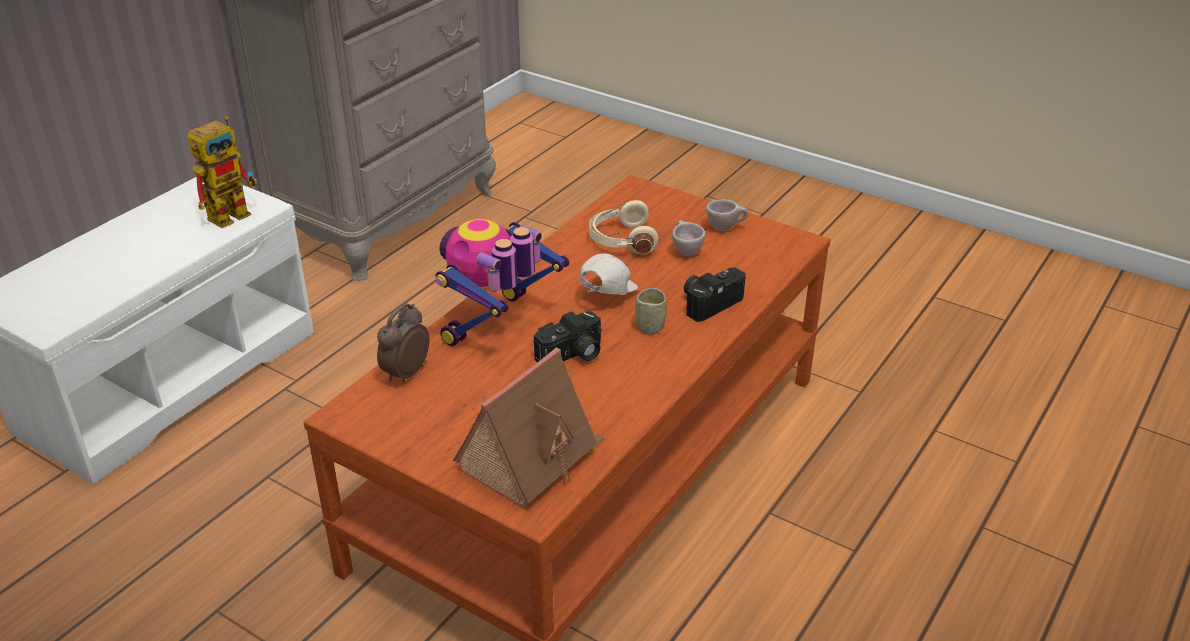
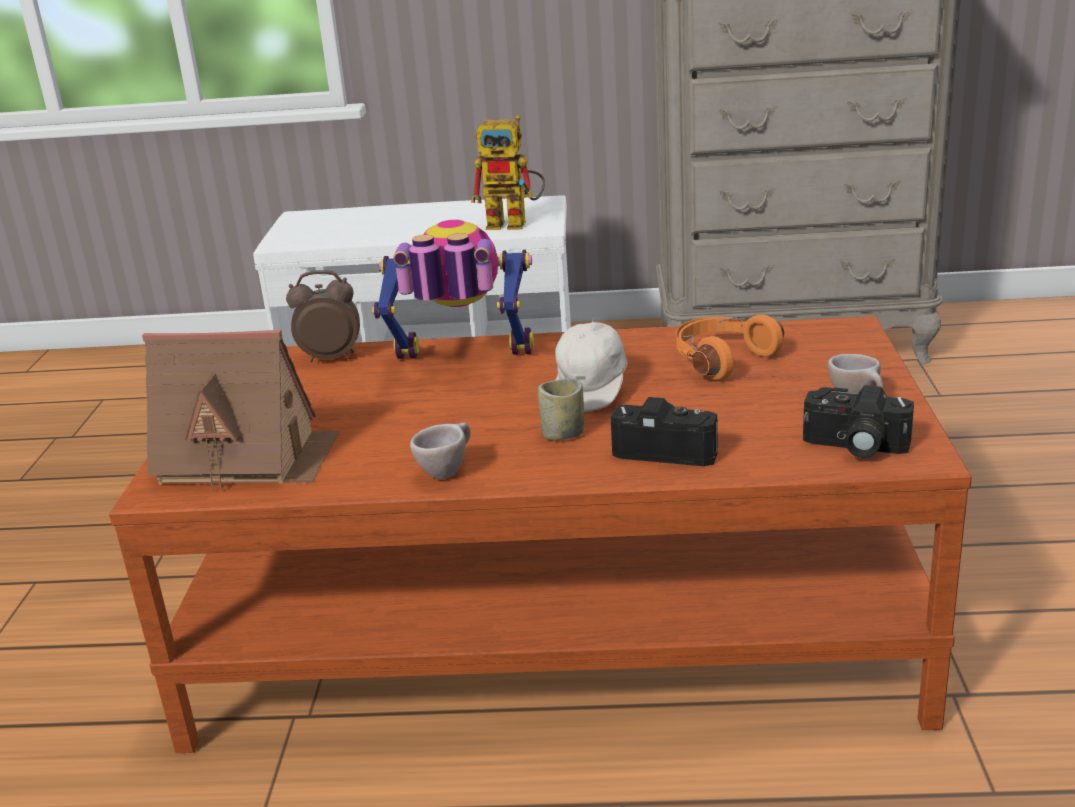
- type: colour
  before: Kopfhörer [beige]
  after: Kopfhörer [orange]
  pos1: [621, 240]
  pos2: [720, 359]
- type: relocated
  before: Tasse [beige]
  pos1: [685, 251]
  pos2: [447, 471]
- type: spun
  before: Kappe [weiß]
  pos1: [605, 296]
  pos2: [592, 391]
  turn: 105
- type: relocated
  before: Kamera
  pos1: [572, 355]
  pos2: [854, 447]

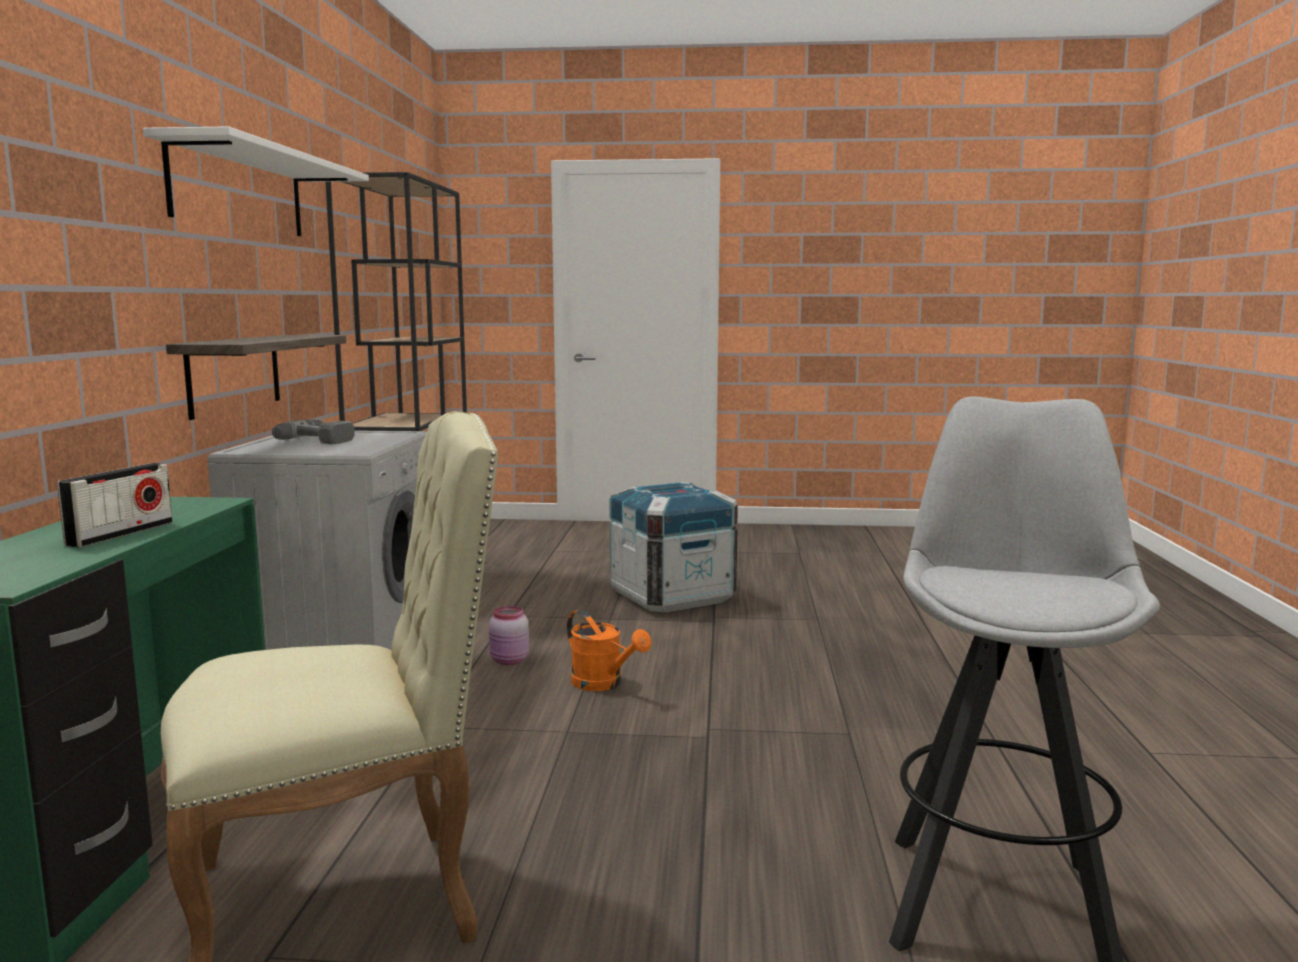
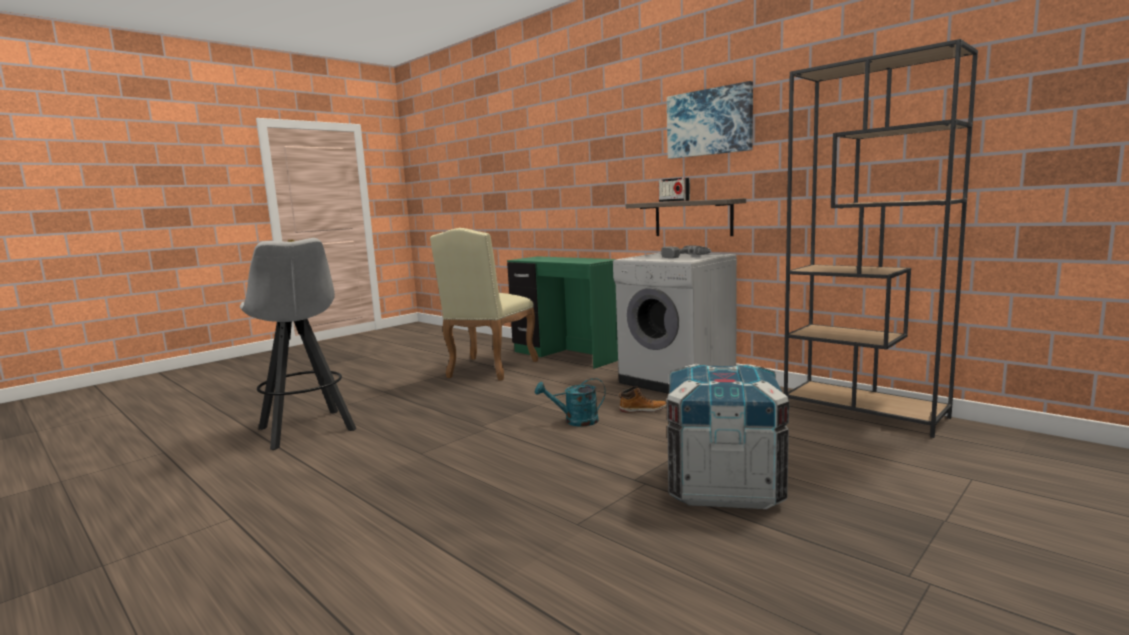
- type: exchanged
  before: Wandregal [weiß]
  after: Bild
  pos1: [239, 191]
  pos2: [709, 122]
- type: relocated
  before: Radio
  pos1: [121, 534]
  pos2: [674, 201]
- type: exchanged
  before: Vorratsglas [rosa]
  after: Stiefel
  pos1: [509, 661]
  pos2: [643, 410]
- type: colour
  before: Gießkanne [orange]
  after: Gießkanne [türkis]
  pos1: [603, 684]
  pos2: [575, 421]

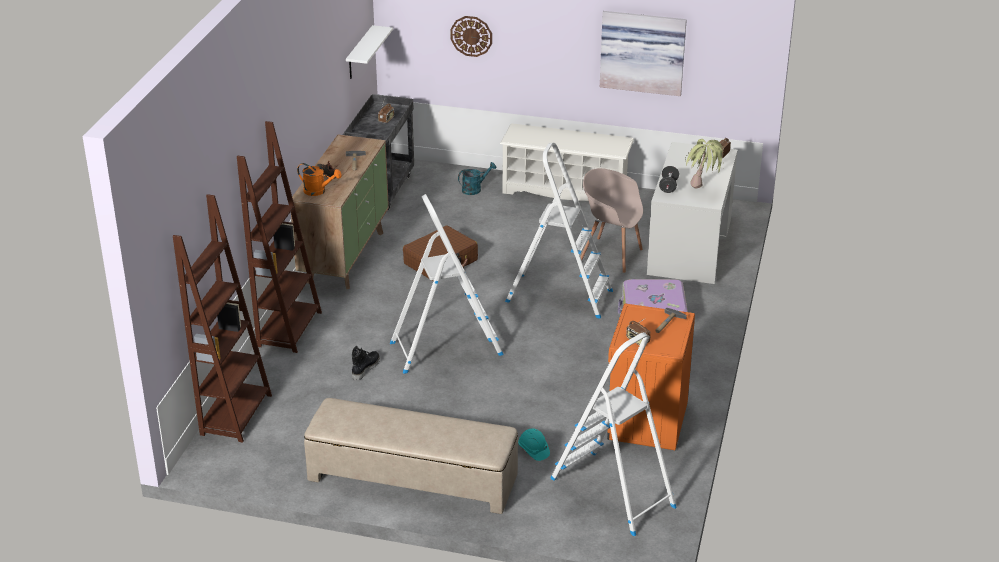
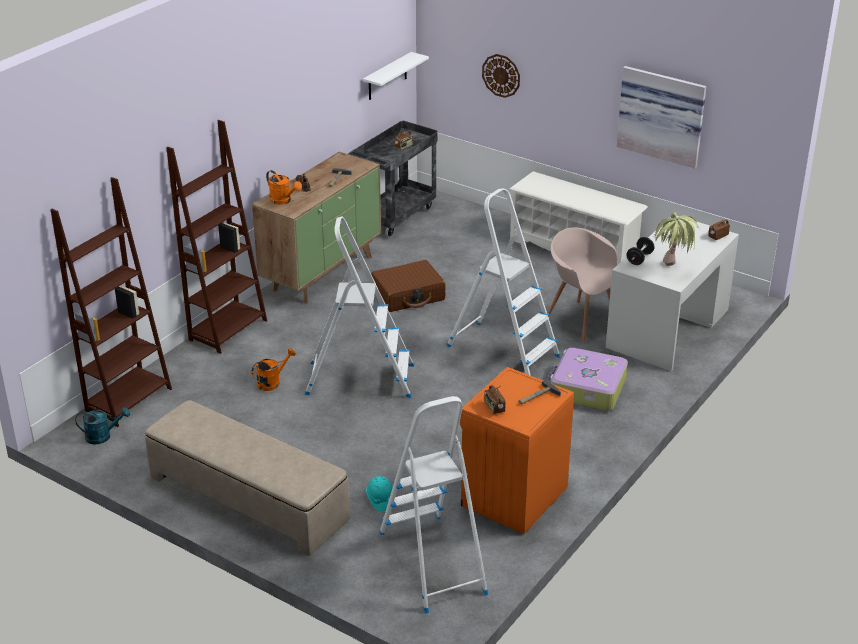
- type: relocated
  before: Gießkanne [türkis]
  pos1: [475, 189]
  pos2: [103, 436]
- type: exchanged
  before: Stiefel [schwarz]
  after: Gießkanne [orange]
  pos1: [365, 368]
  pos2: [272, 382]

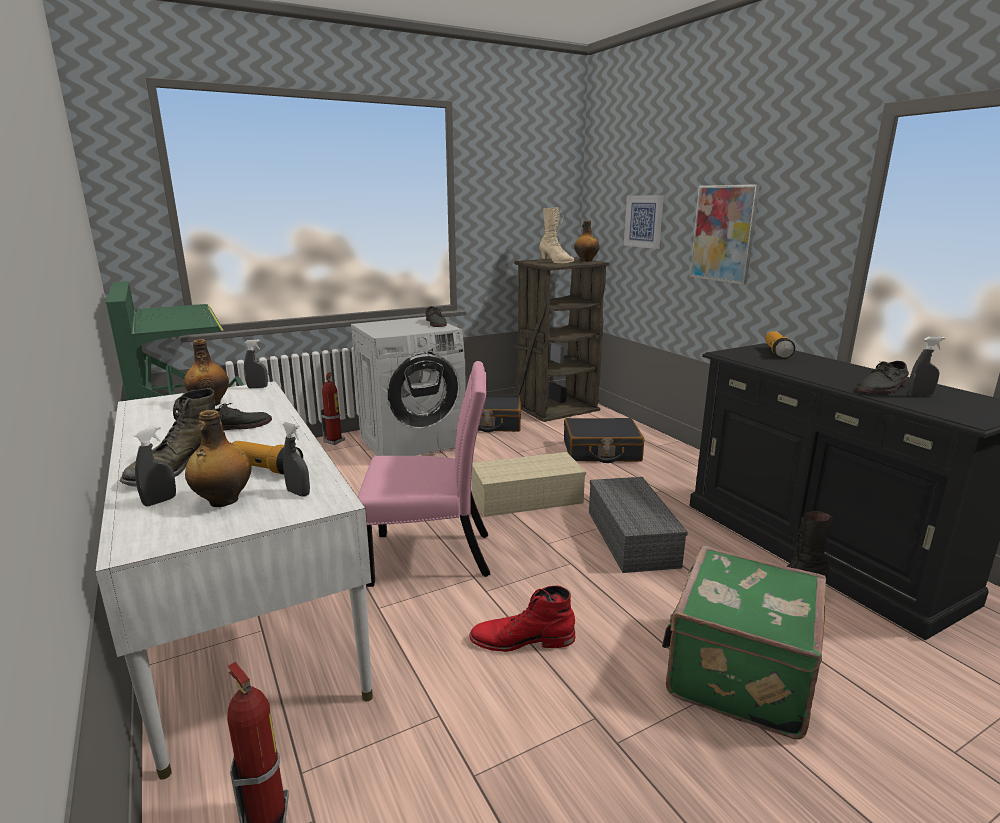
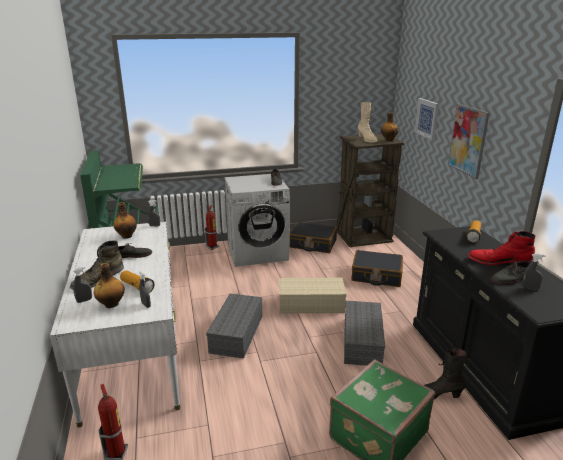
- type: exchanged
  before: Stuhl [rosa]
  after: Aufbewahrungsbox [grau]
  pos1: [428, 556]
  pos2: [237, 334]
- type: relocated
  before: Stiefel [rot]
  pos1: [522, 640]
  pos2: [499, 262]

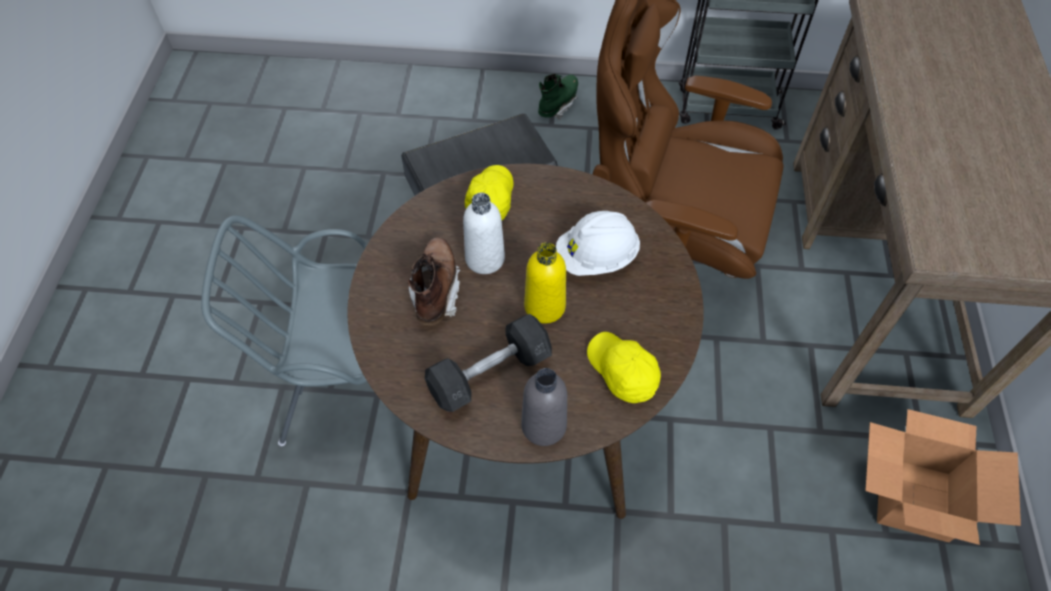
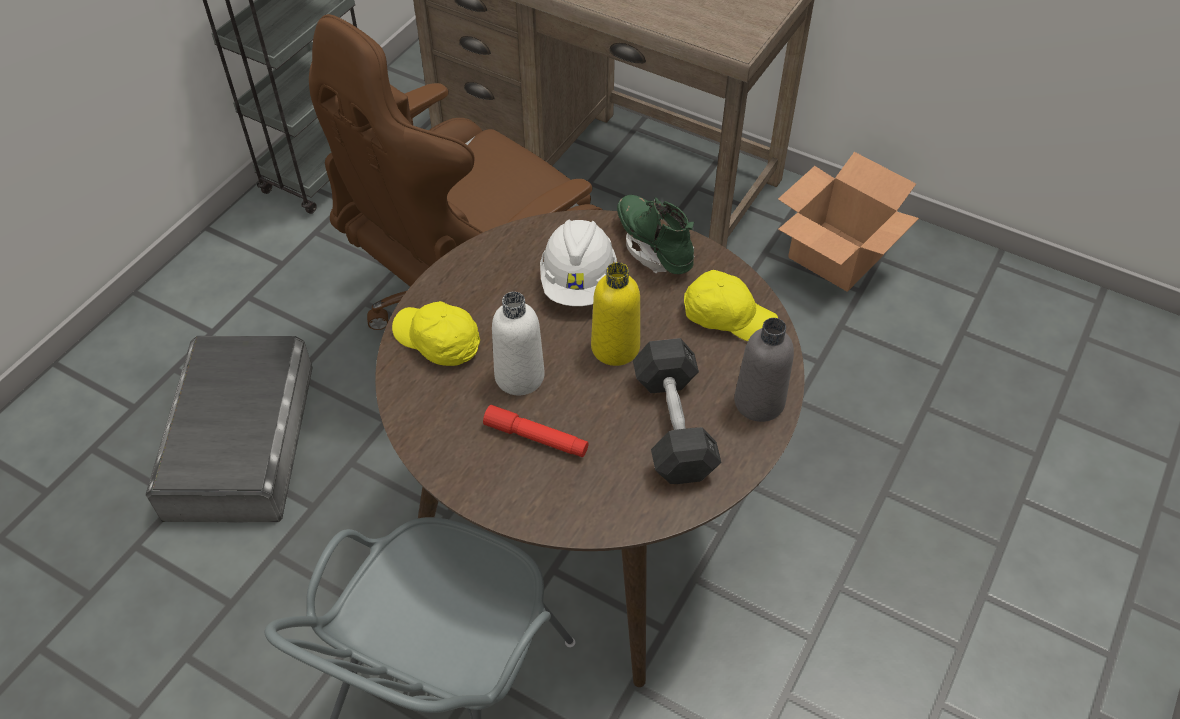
- type: relocated
  before: Stiefel [grün]
  pos1: [558, 104]
  pos2: [654, 248]
- type: exchanged
  before: Stiefel [braun]
  after: Taschenlampe [rot]
  pos1: [435, 291]
  pos2: [536, 438]
- type: spun
  before: Kappe [gelb]
  pos1: [622, 372]
  pos2: [727, 316]
  turn: -150

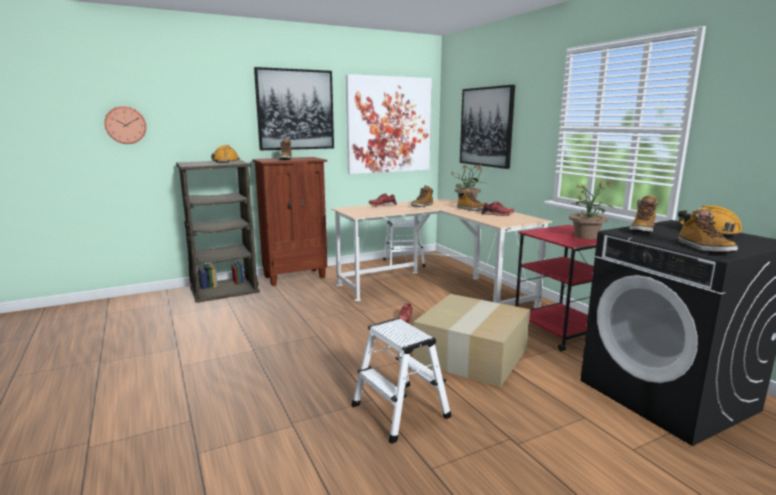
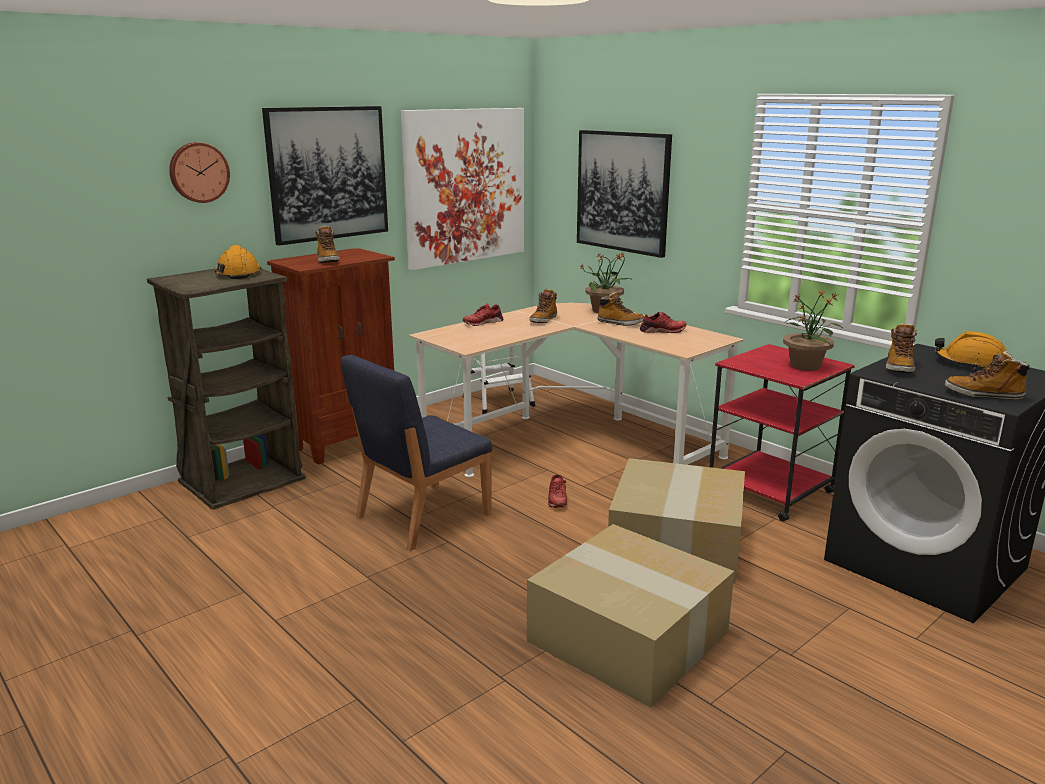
- type: relocated
  before: Wanduhr
  pos1: [125, 125]
  pos2: [198, 172]
- type: spun
  before: Stiefel
  pos1: [704, 249]
  pos2: [983, 395]
  turn: 135
- type: exchanged
  before: Trittleiter [weiß]
  after: Karton
  pos1: [400, 411]
  pos2: [631, 636]
- type: appeared
  after: Stuhl [blau]
  pos2: [421, 516]

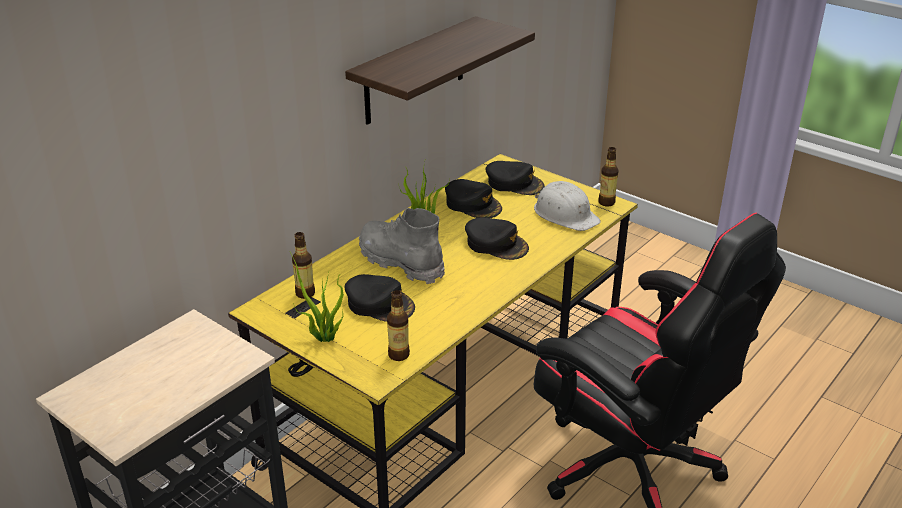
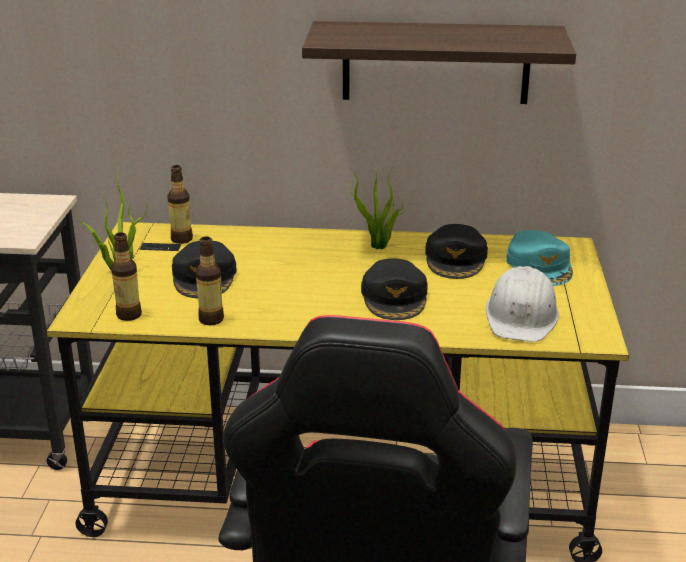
- type: relocated
  before: Flasche
  pos1: [606, 202]
  pos2: [211, 319]
- type: colour
  before: Kappe [schwarz]
  after: Kappe [türkis]
  pos1: [514, 183]
  pos2: [540, 266]
- type: missing
  before: Stiefel [grau]
  pos1: [401, 262]

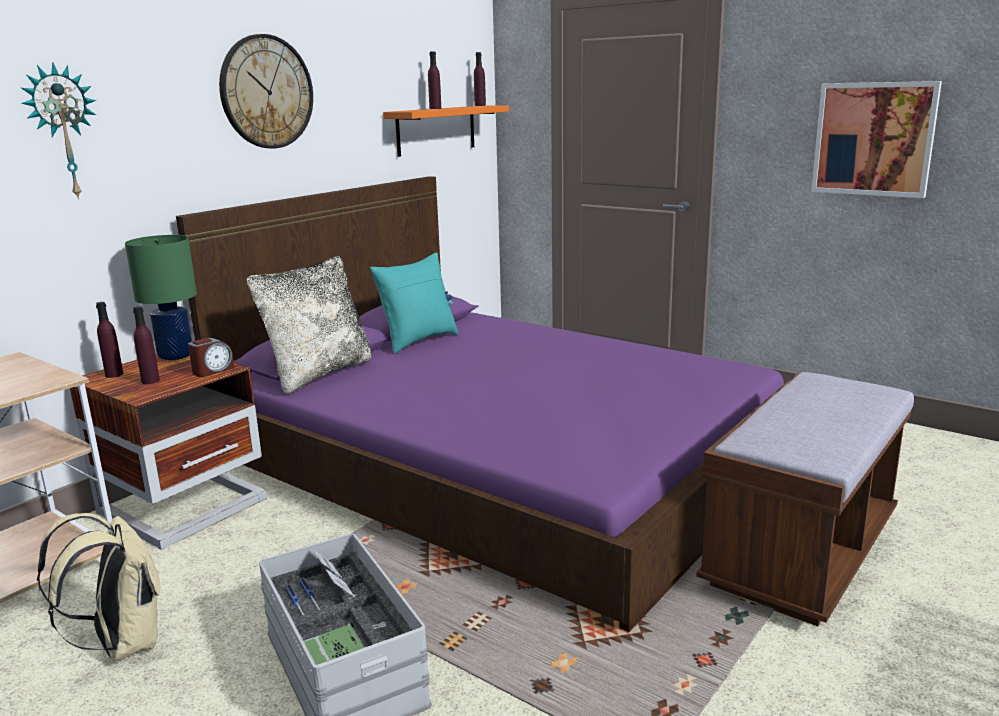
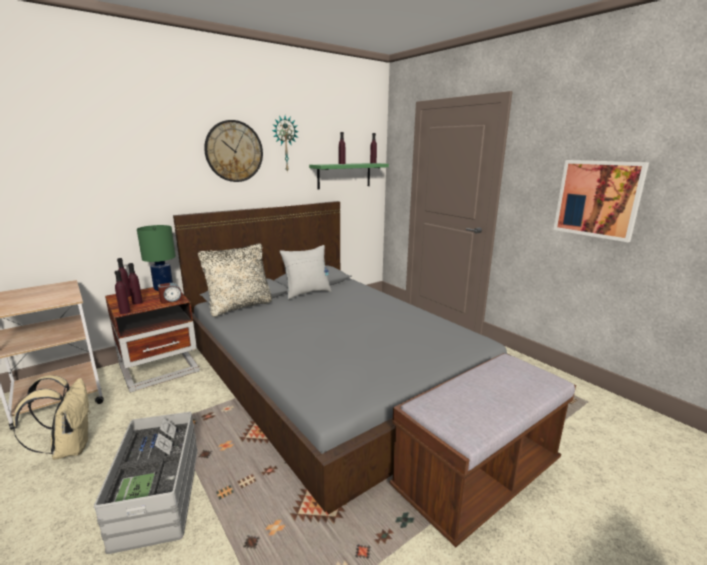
- type: relocated
  before: Wanduhr
  pos1: [63, 132]
  pos2: [285, 144]
- type: colour
  before: Wandregal [orange]
  after: Wandregal [grün]
  pos1: [436, 130]
  pos2: [344, 175]
- type: colour
  before: Bett [lila]
  after: Bett [grau]
  pos1: [502, 458]
  pos2: [333, 369]
- type: colour
  before: Kissen [türkis]
  after: Kissen [grau]
  pos1: [418, 341]
  pos2: [307, 293]
- type: appeared
  after: Flasche [lila]
  pos2: [125, 312]

